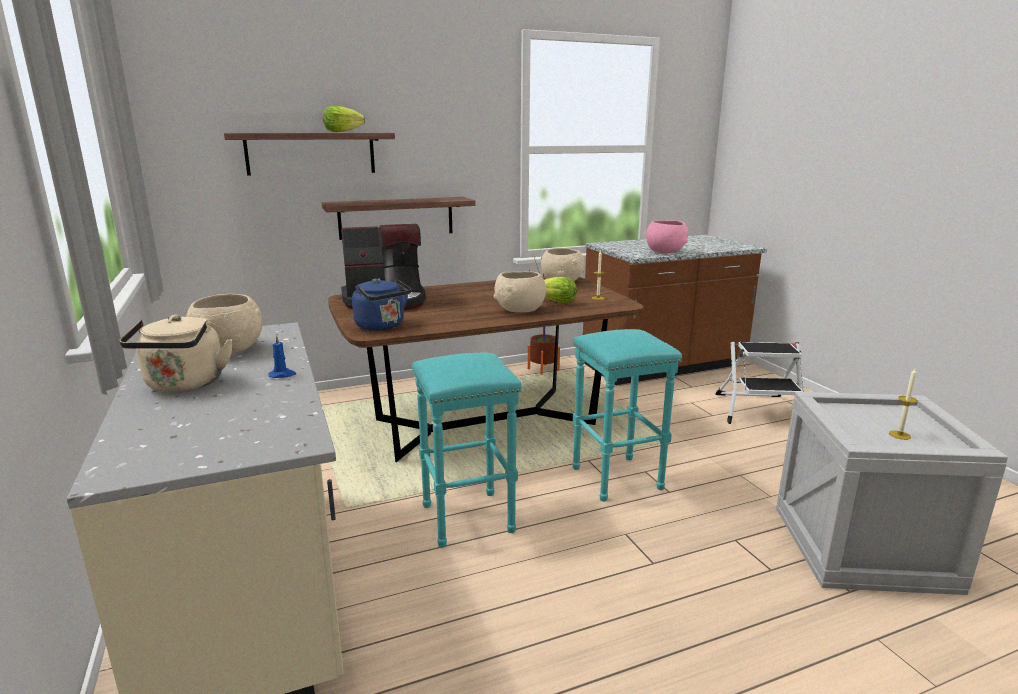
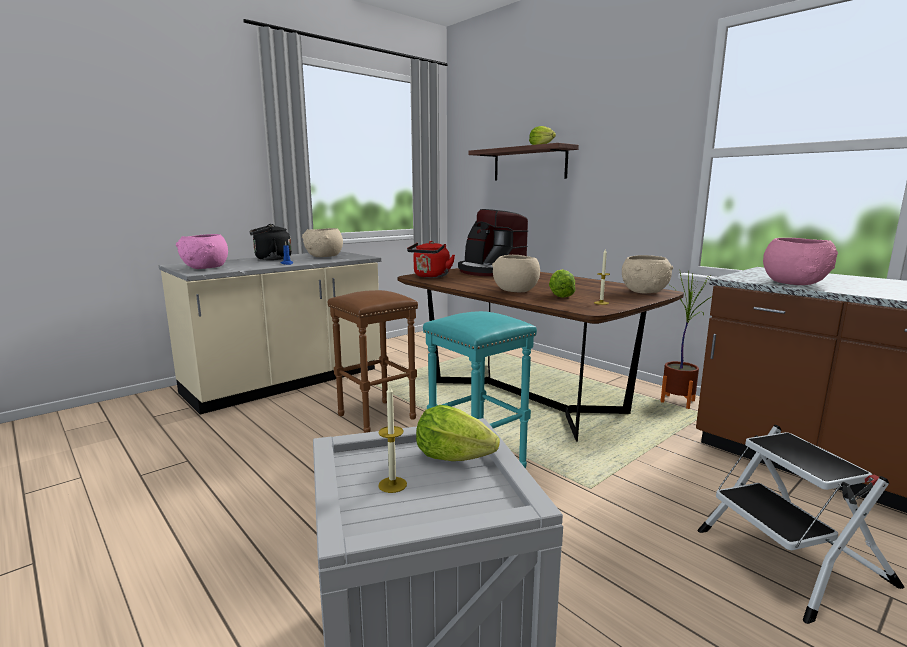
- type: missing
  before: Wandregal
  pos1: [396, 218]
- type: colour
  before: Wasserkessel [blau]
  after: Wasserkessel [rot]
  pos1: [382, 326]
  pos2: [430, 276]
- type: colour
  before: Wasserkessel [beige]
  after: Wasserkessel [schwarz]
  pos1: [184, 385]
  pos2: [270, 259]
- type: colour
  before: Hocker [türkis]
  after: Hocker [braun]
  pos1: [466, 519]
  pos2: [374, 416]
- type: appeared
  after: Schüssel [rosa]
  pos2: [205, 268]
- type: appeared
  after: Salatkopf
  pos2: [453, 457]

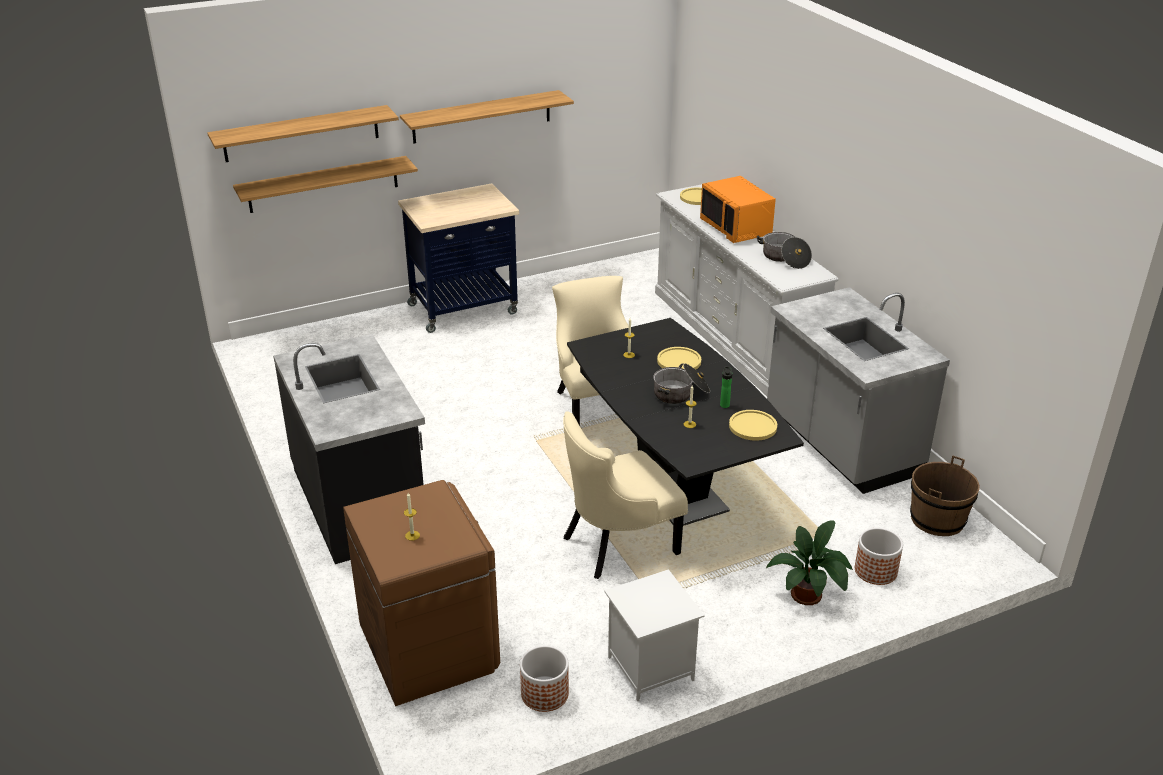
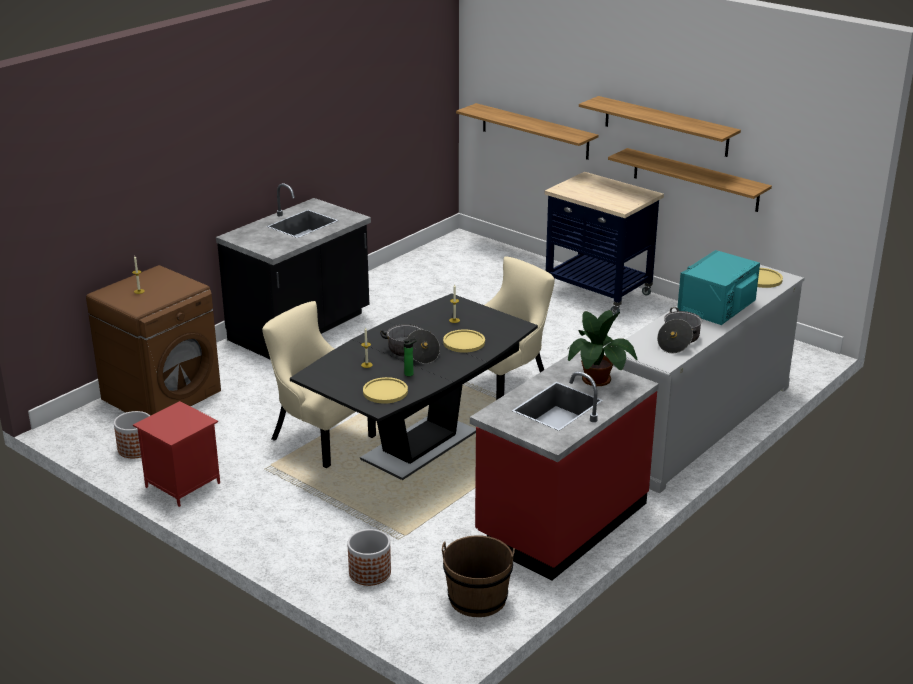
- type: relocated
  before: Wandregal
  pos1: [301, 133]
  pos2: [695, 180]
- type: colour
  before: Mikrowelle [orange]
  after: Mikrowelle [türkis]
  pos1: [736, 228]
  pos2: [717, 308]
- type: colour
  before: Küchenzeile [grau]
  after: Küchenzeile [rot]
  pos1: [840, 444]
  pos2: [560, 521]
- type: relocated
  before: Topfpflanze
  pos1: [809, 594]
  pos2: [597, 380]
- type: colour
  before: Nachttisch [grau]
  after: Nachttisch [rot]
  pos1: [649, 670]
  pos2: [180, 485]

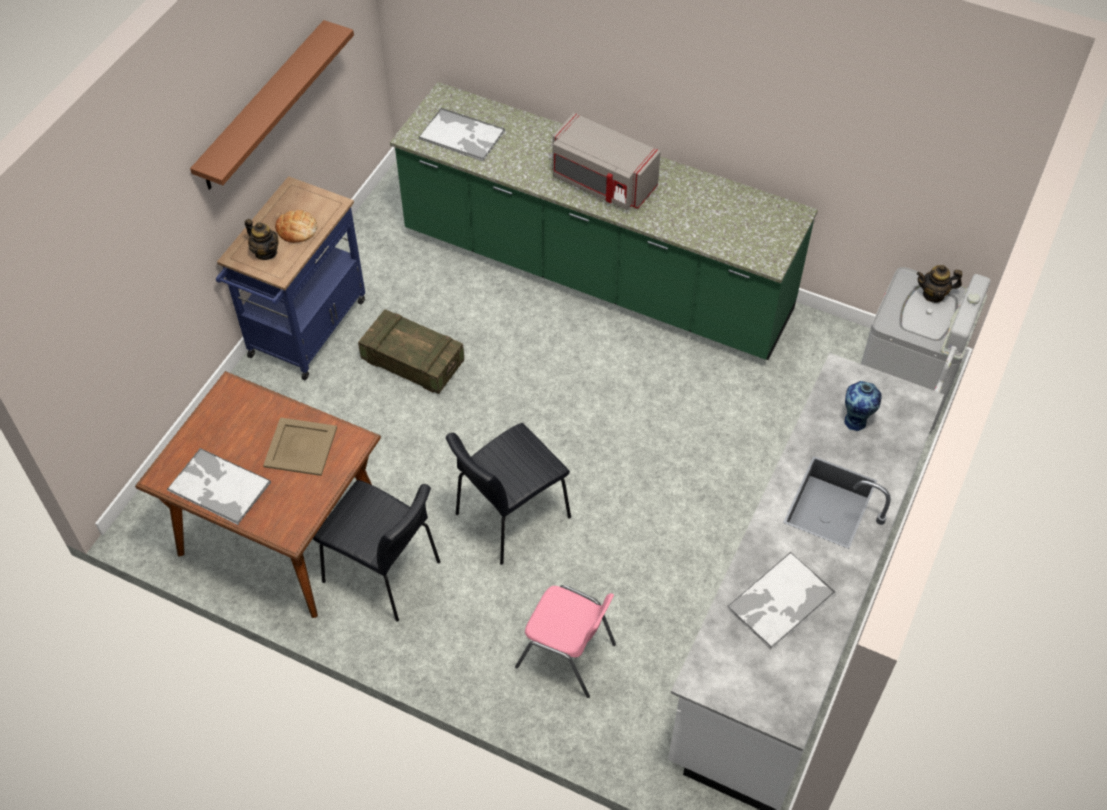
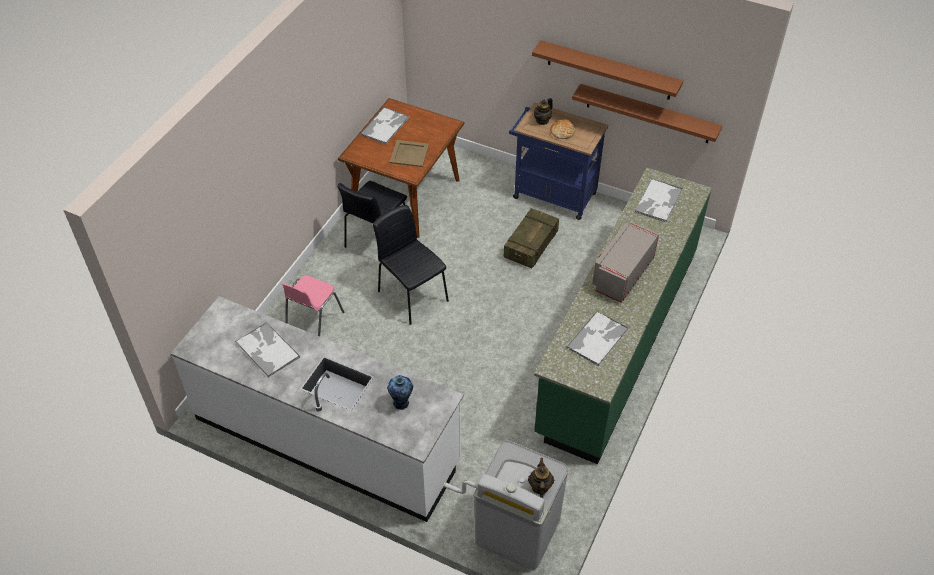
- type: appeared
  after: Wandregal [braun]
  pos2: [648, 114]
- type: appeared
  after: Tablett
  pos2: [597, 338]

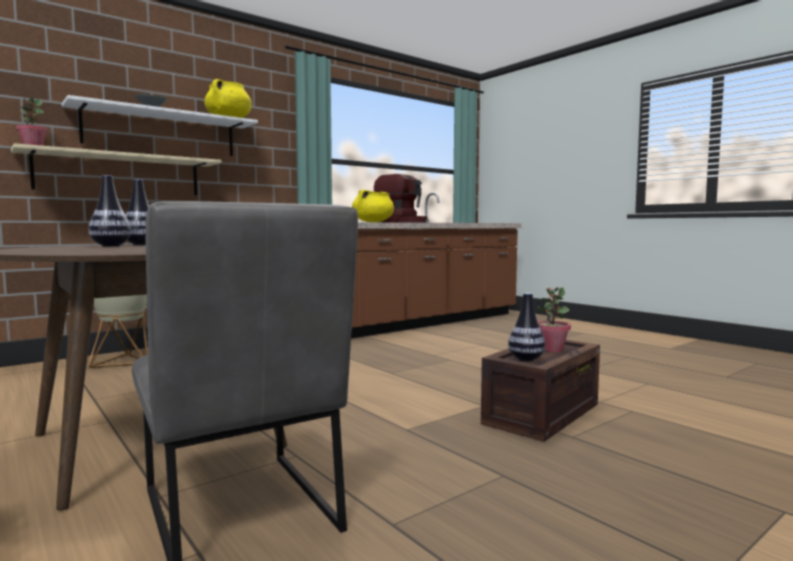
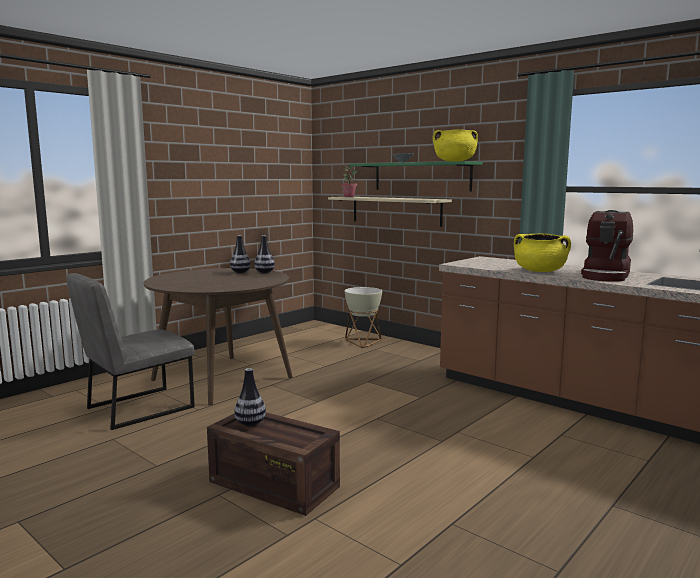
- type: colour
  before: Wandregal [weiß]
  after: Wandregal [grün]
  pos1: [161, 133]
  pos2: [421, 176]
- type: missing
  before: Topfpflanze
  pos1: [552, 349]

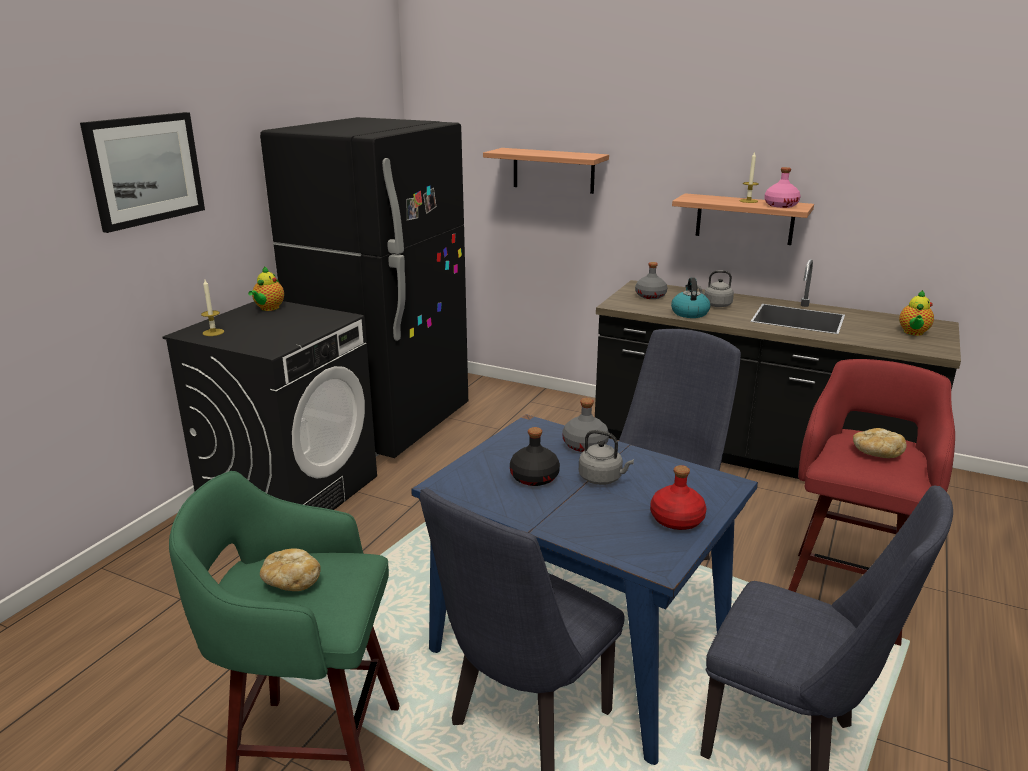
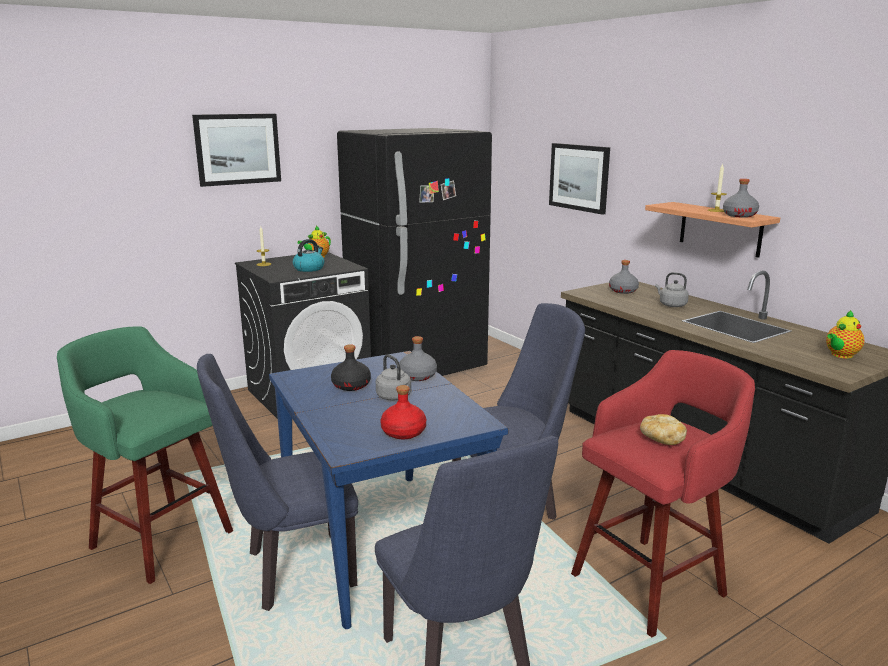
- type: exchanged
  before: Wandregal
  after: Bild
  pos1: [553, 170]
  pos2: [579, 177]
- type: colour
  before: Flasche [rosa]
  after: Flasche [grau]
  pos1: [780, 205]
  pos2: [739, 215]
- type: relocated
  before: Wasserkessel
  pos1: [689, 313]
  pos2: [309, 268]
- type: missing
  before: Brot
  pos1: [291, 582]

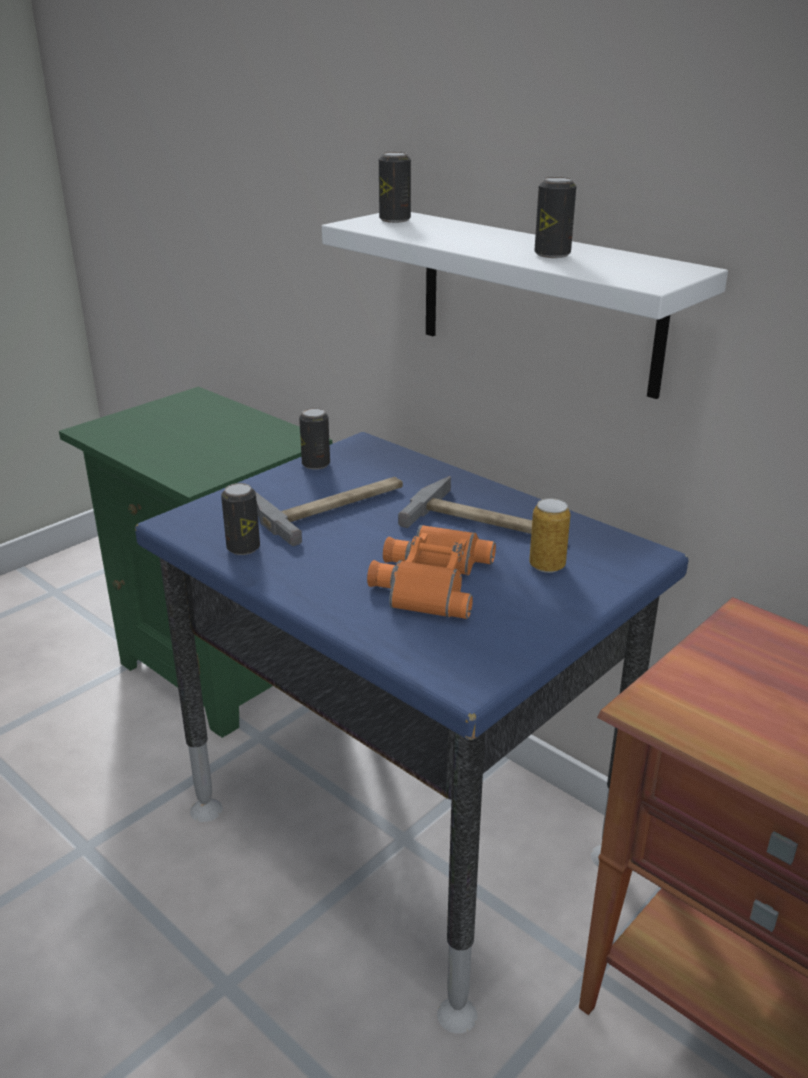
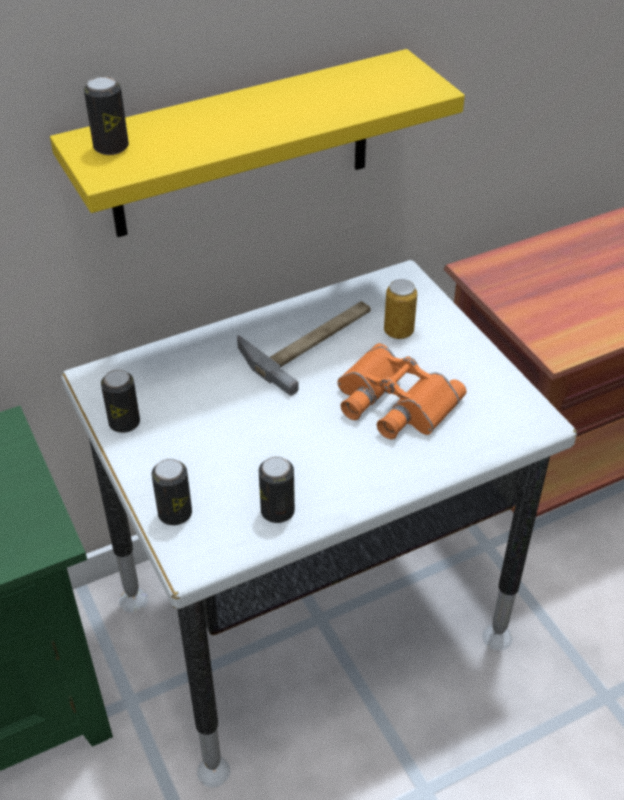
- type: relocated
  before: Dose
  pos1: [552, 254]
  pos2: [175, 514]
- type: colour
  before: Wandregal [weiß]
  after: Wandregal [gelb]
  pos1: [537, 301]
  pos2: [242, 146]
- type: colour
  before: Schreibtisch [blau]
  after: Schreibtisch [weiß]
  pos1: [404, 832]
  pos2: [312, 615]
- type: missing
  before: Hammer
  pos1: [333, 506]

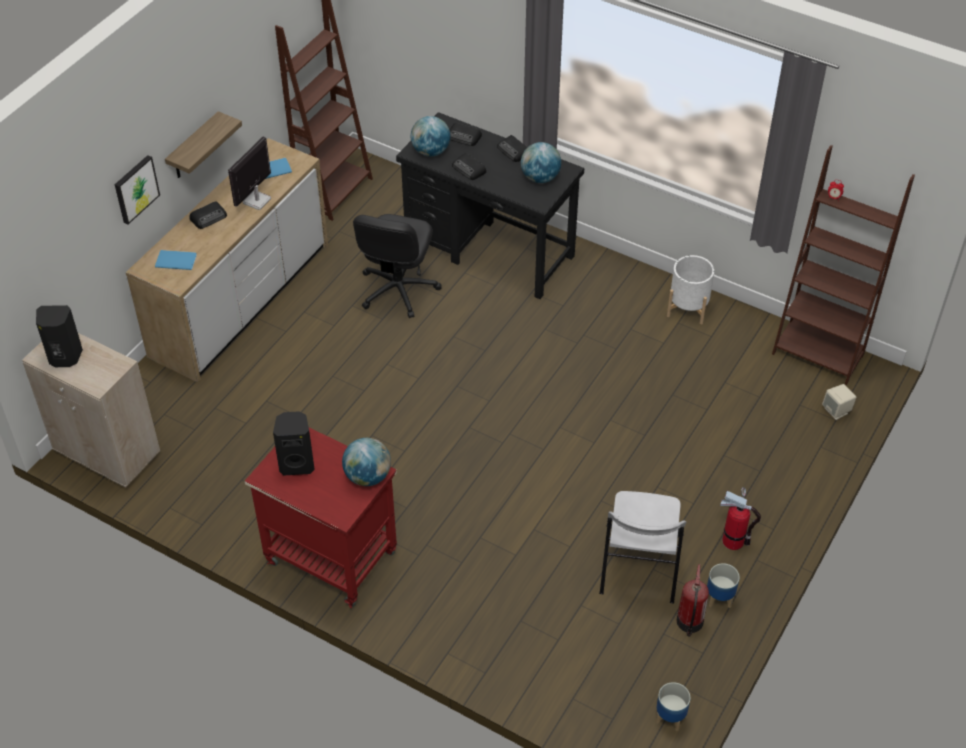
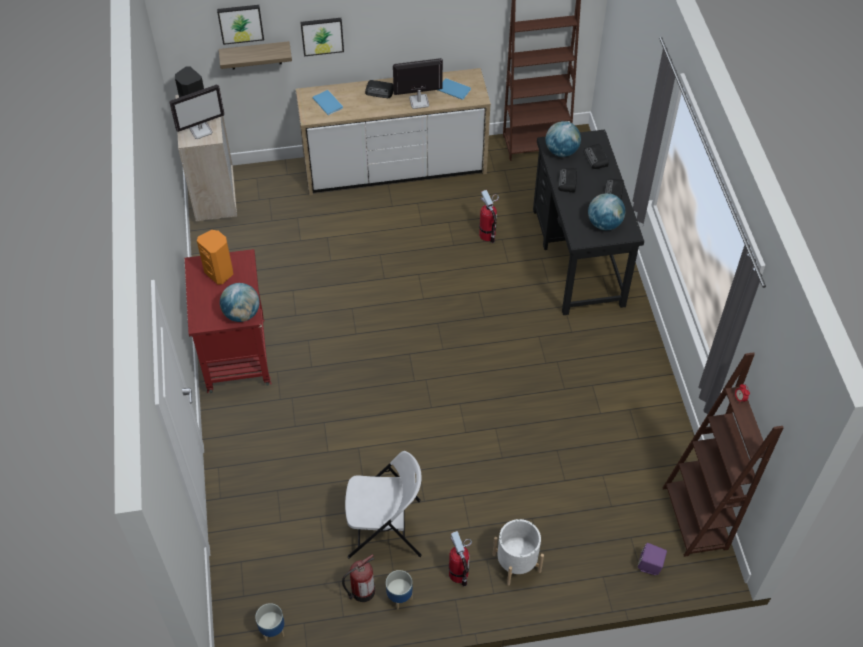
- type: relocated
  before: Wandregal
  pos1: [194, 147]
  pos2: [255, 55]
- type: exchanged
  before: Bürostuhl [schwarz]
  after: Feuerlöscher
  pos1: [398, 289]
  pos2: [487, 235]
- type: relocated
  before: Pflanzkübel [weiß]
  pos1: [688, 308]
  pos2: [516, 563]
- type: colour
  before: Lautsprecher [beige]
  after: Lautsprecher [lila]
  pos1: [836, 411]
  pos2: [650, 566]
- type: colour
  before: Lautsprecher [schwarz]
  after: Lautsprecher [orange]
  pos1: [297, 464]
  pos2: [220, 273]
- type: spun
  before: Stuhl [weiß]
  pos1: [639, 564]
  pos2: [384, 529]
  turn: -150
- type: appeared
  after: Bild
  pos2: [240, 23]
- type: appeared
  after: Monitor
  pos2: [201, 130]

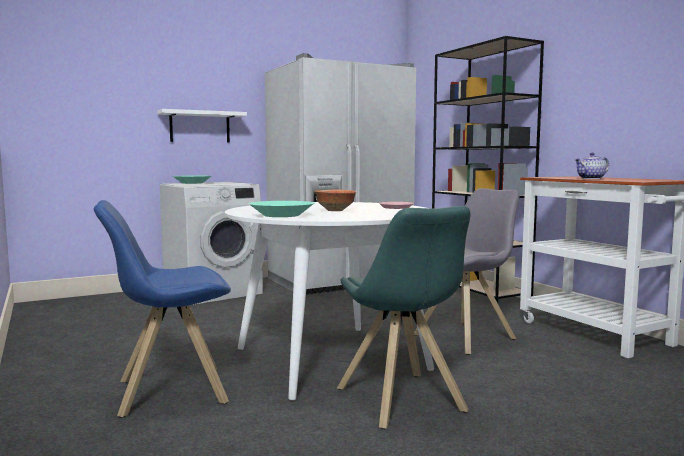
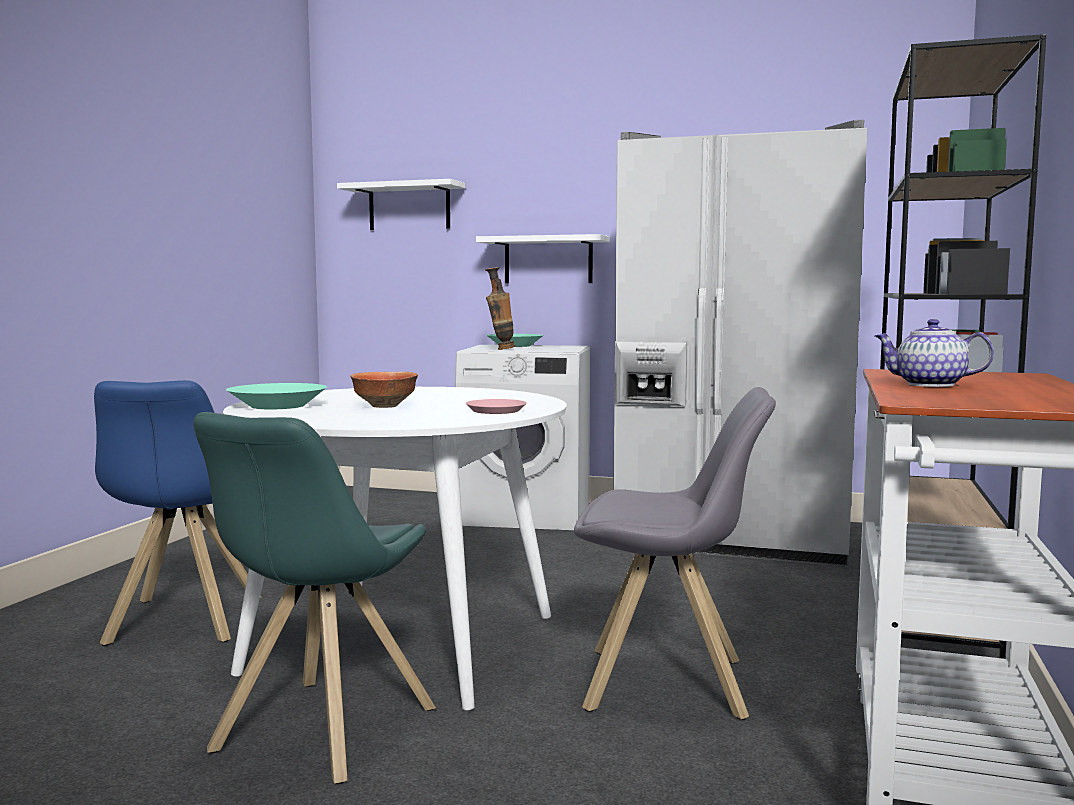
- type: spun
  before: Stuhl [blau]
  pos1: [170, 391]
  pos2: [183, 620]
  turn: -120
- type: appeared
  after: Wandregal [weiß]
  pos2: [409, 207]
- type: appeared
  after: Vase
  pos2: [500, 349]

